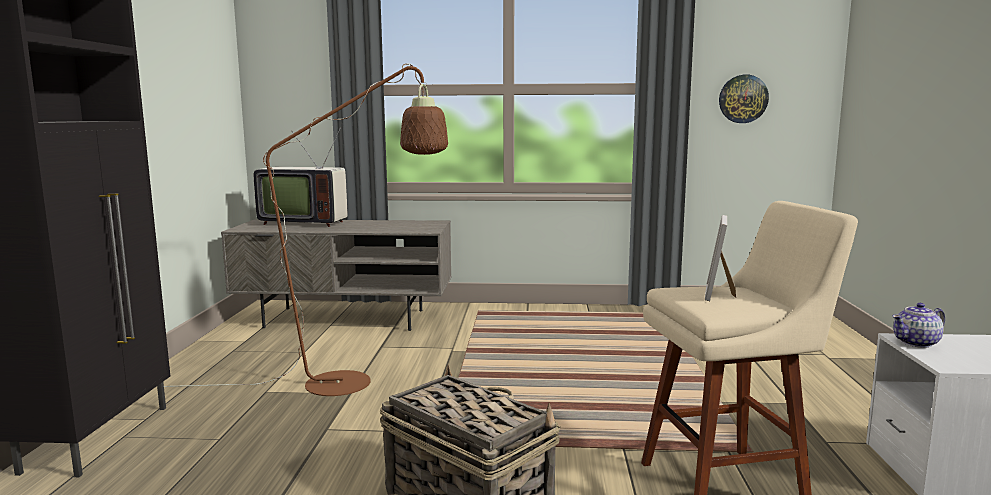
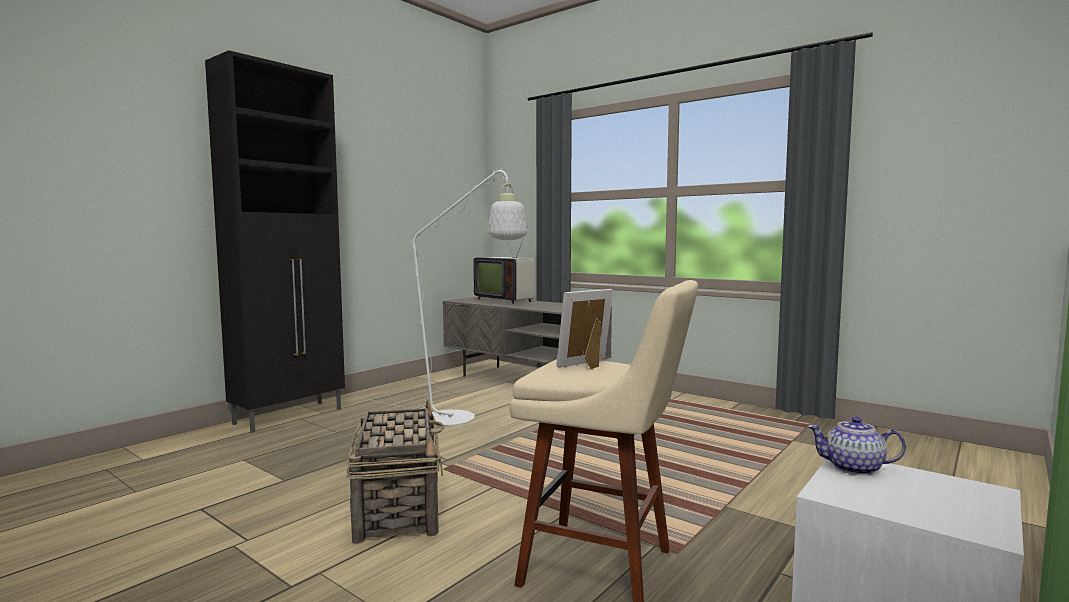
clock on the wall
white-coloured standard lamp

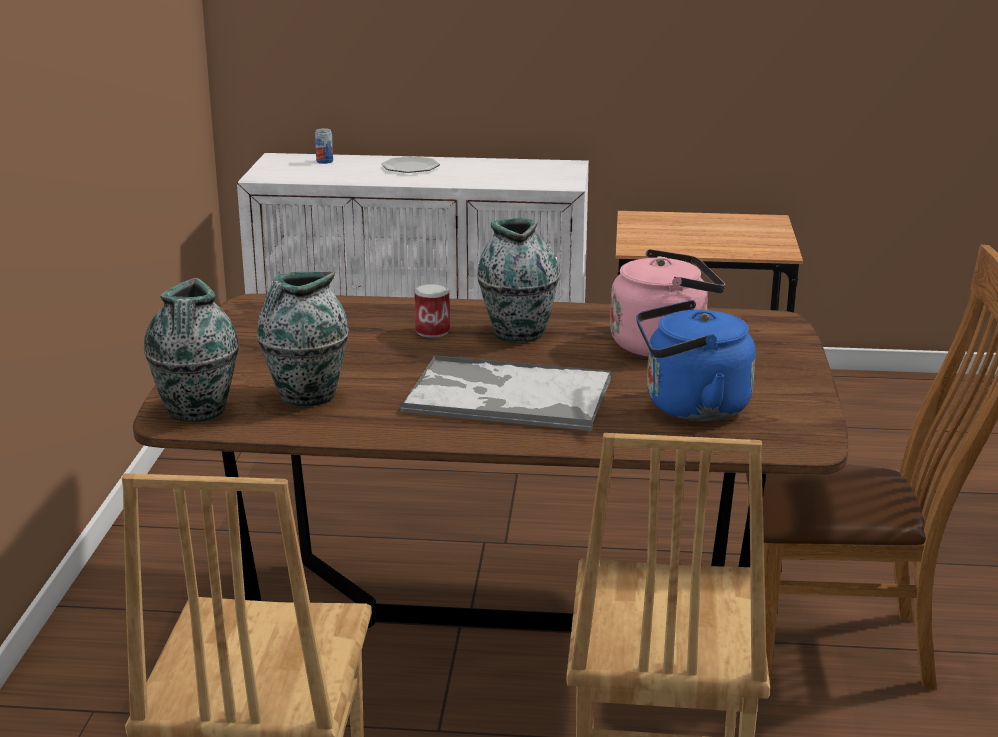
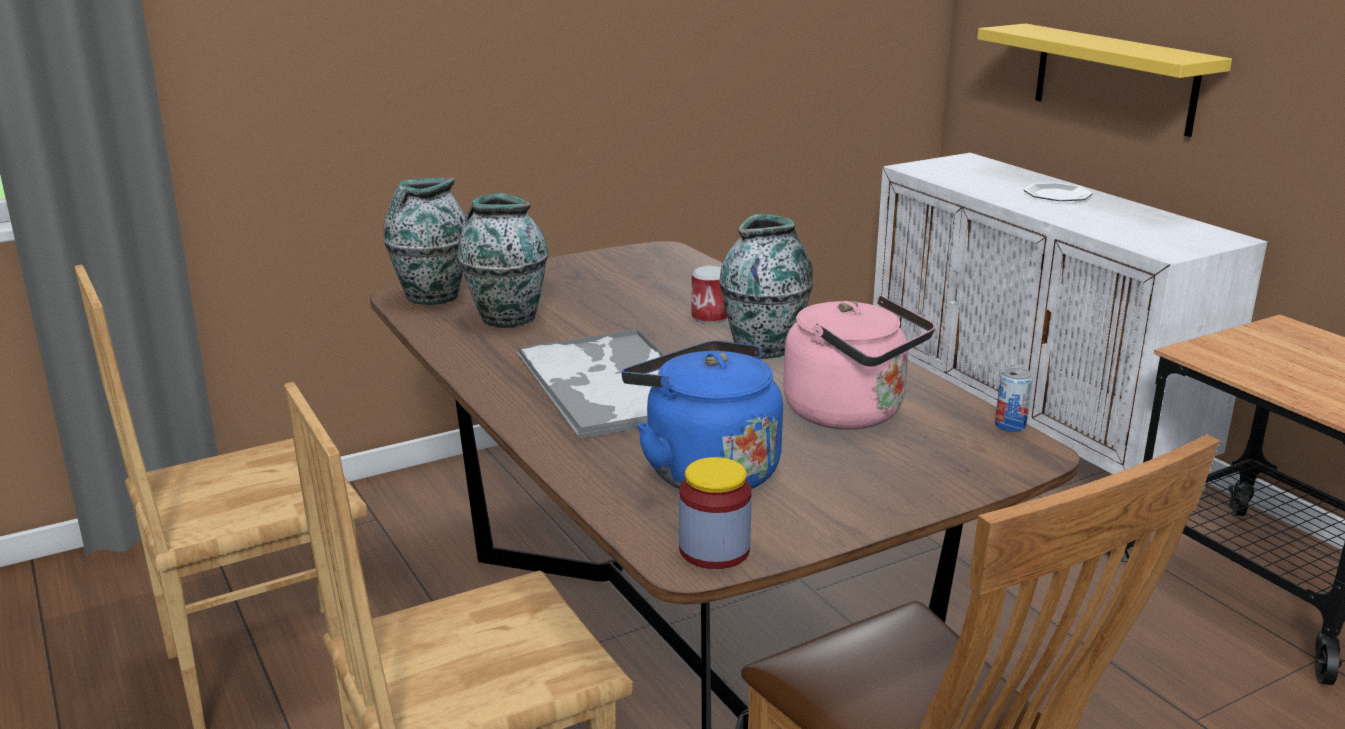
jar
yellow wall shelf
can (no. 2 from left)

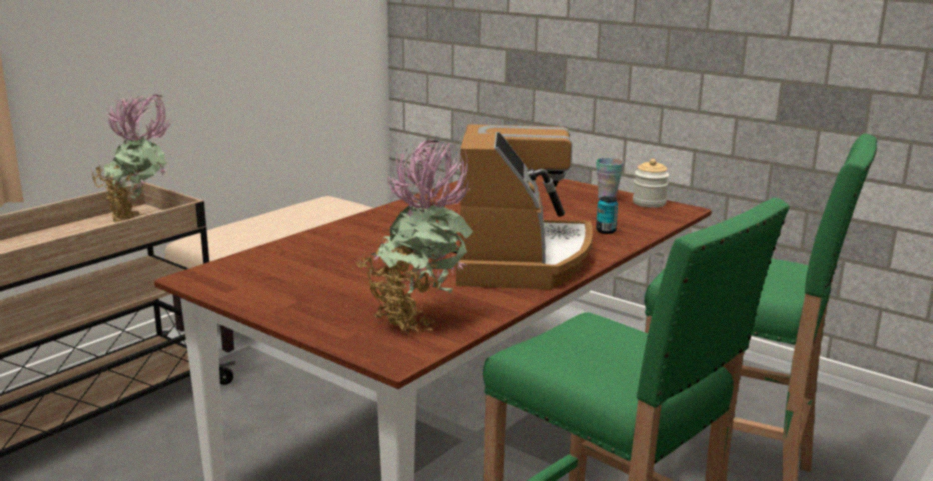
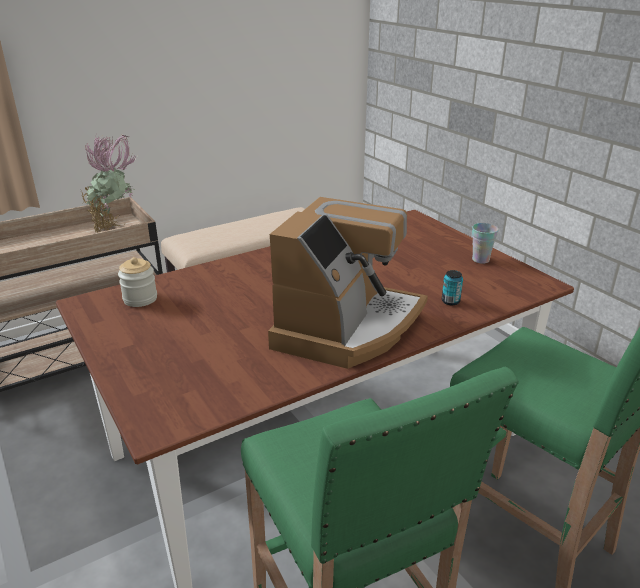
plant in a pot (no. 2 from left in the first image)
jar

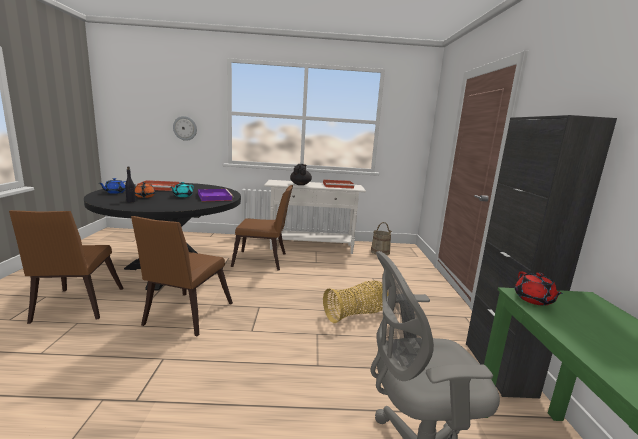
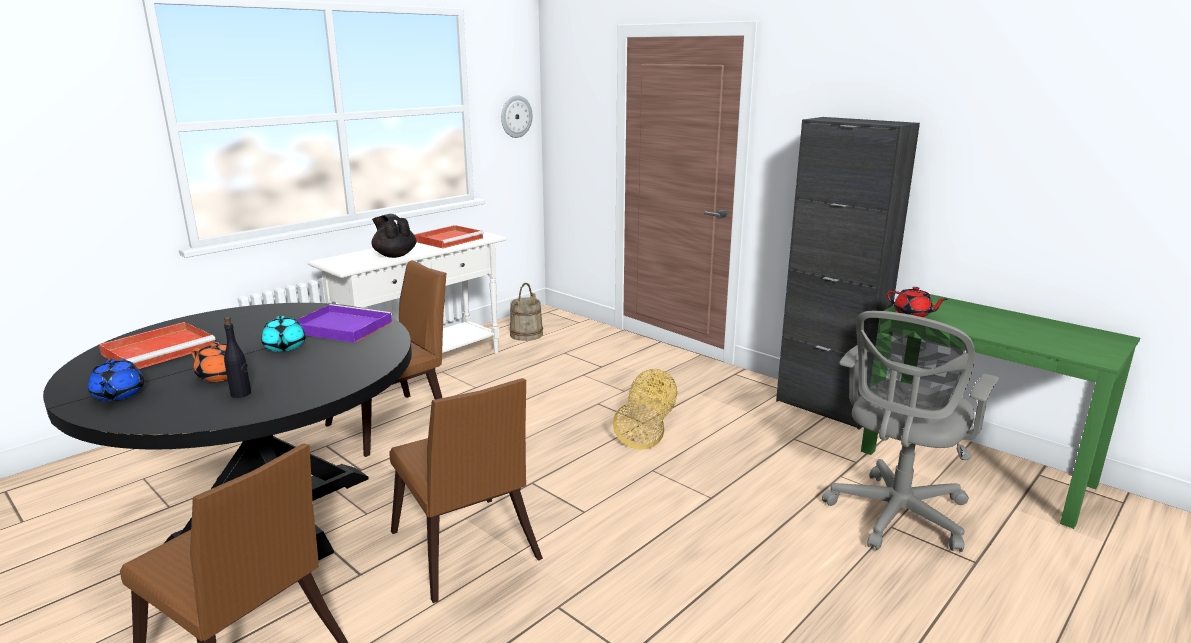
clock on the wall

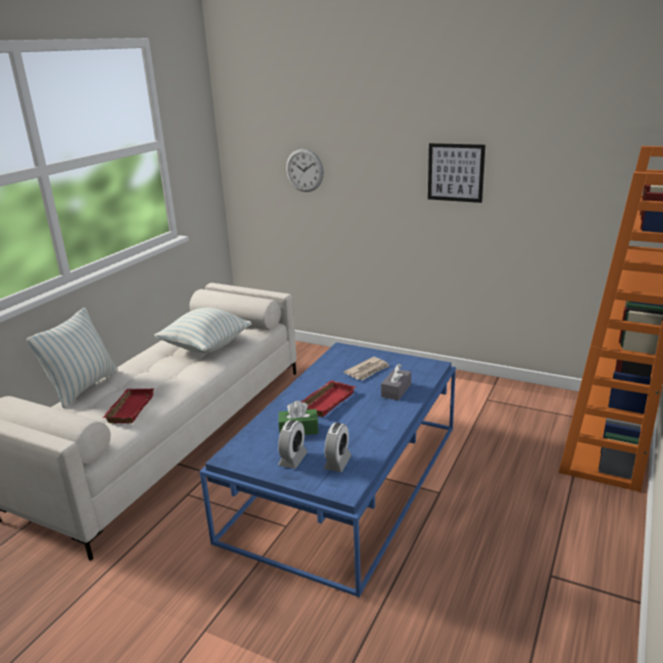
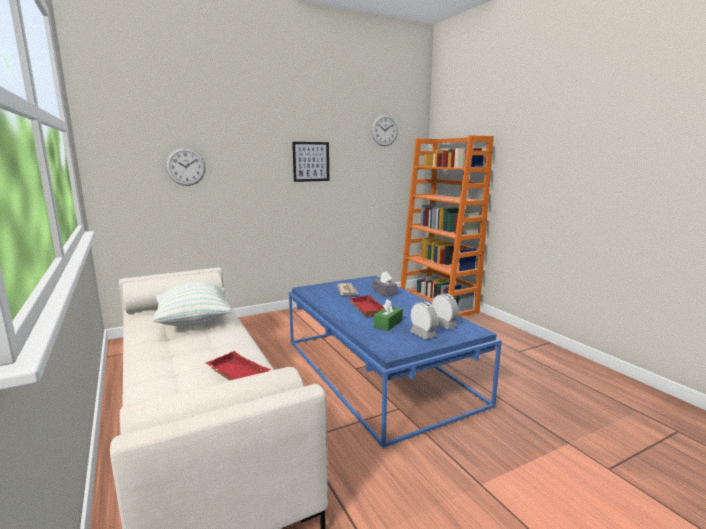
cushion (no. 1 from left in the first image)
clock on the wall (no. 2 from left)

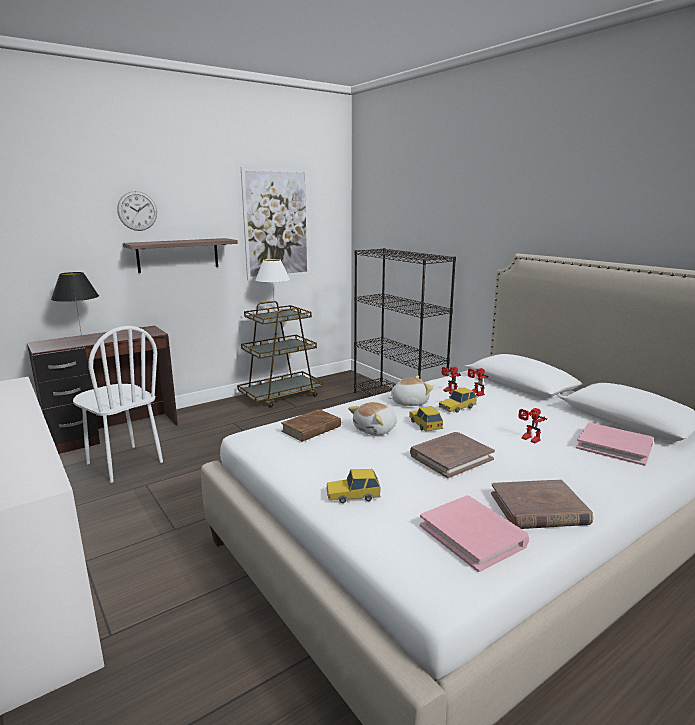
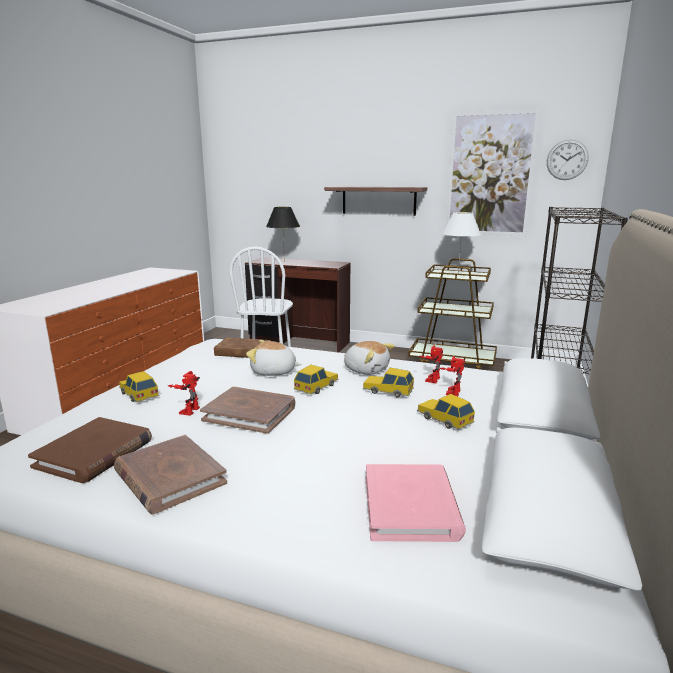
model car (no. 4 from left)
clock on the wall
toy robot (no. 1 from left)
brown book (no. 1 from left)

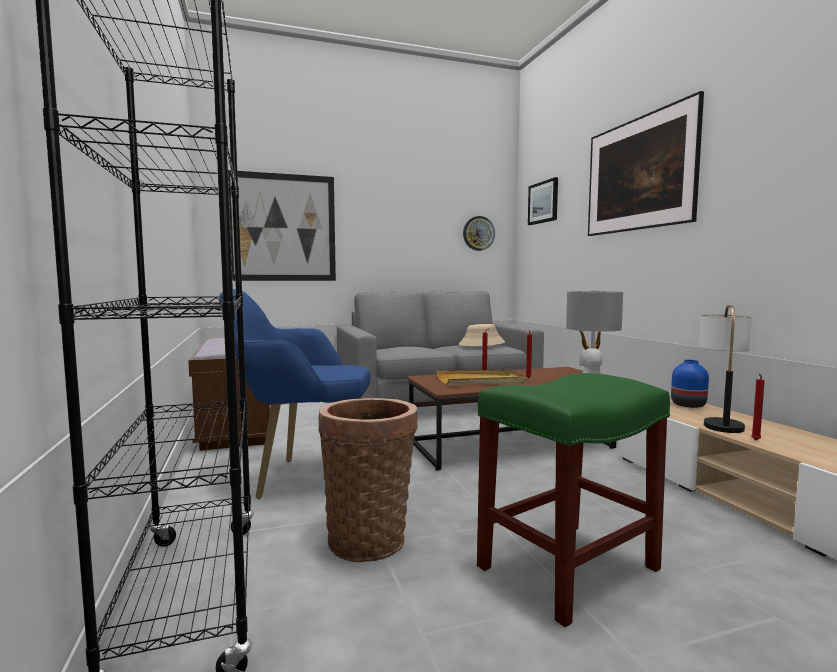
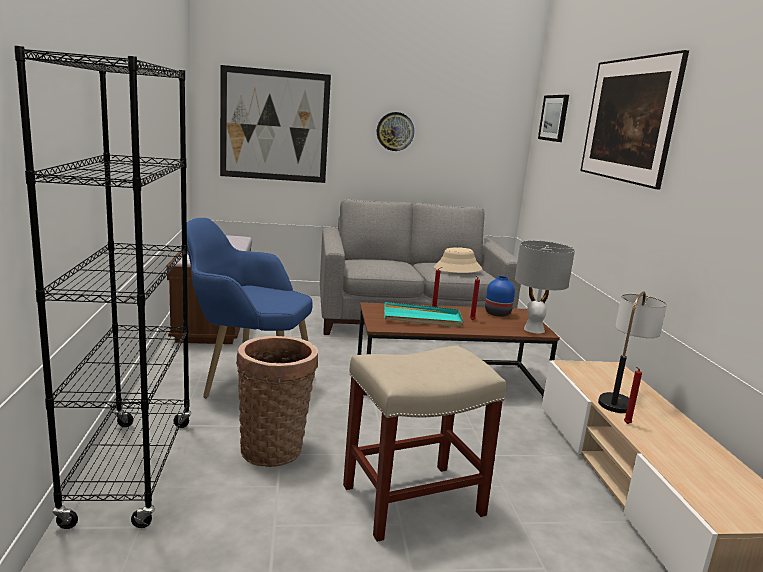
clock on the wall
blue-coloured flower vase
turquoise tray
beige-coloured stool seat

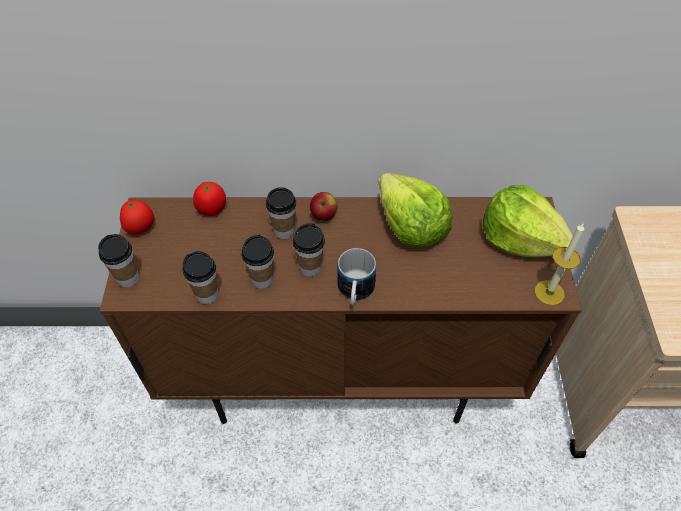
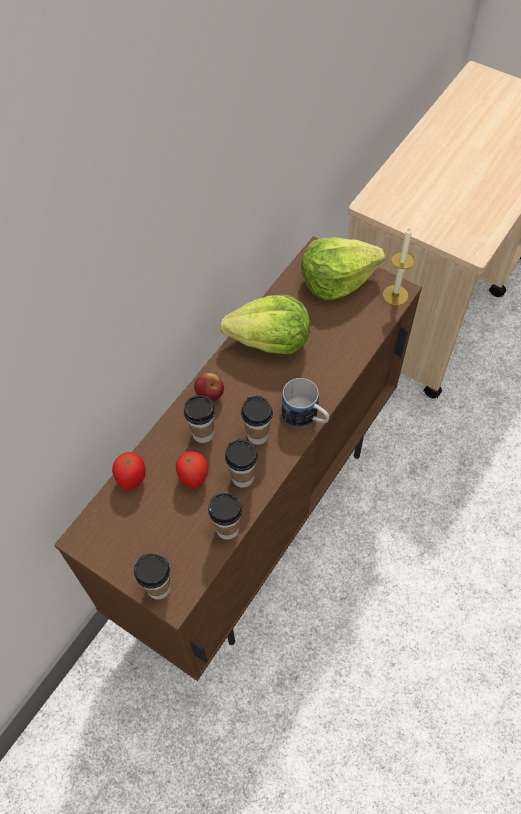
fresh tomato (no. 2 from left)

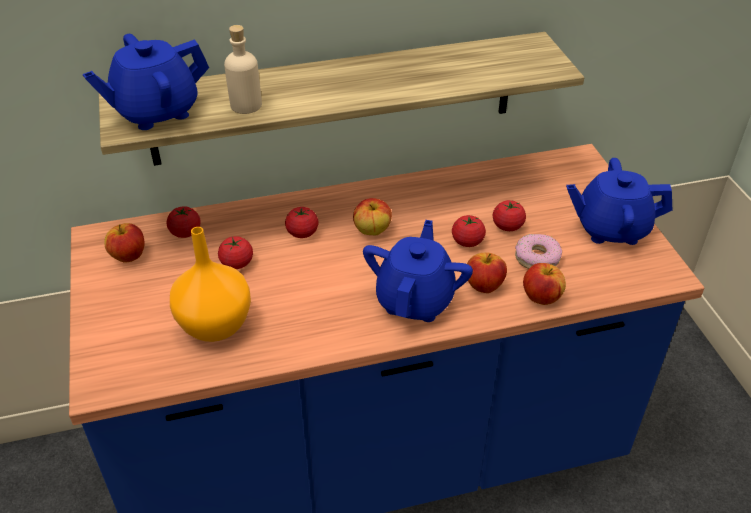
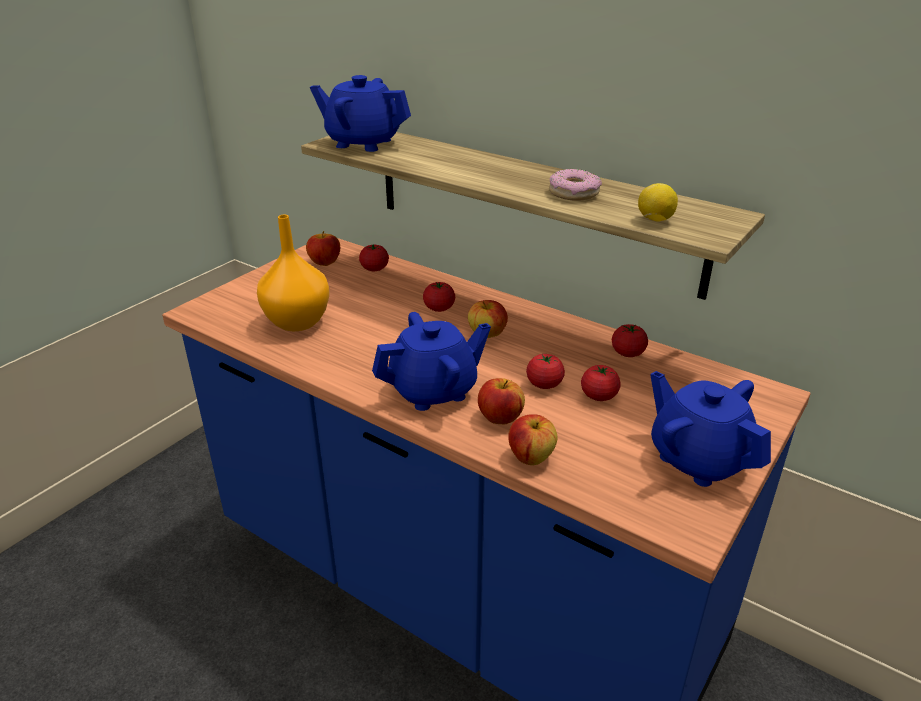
beige-coloured bottle
lemon
fresh tomato (no. 5 from left)
doughnut

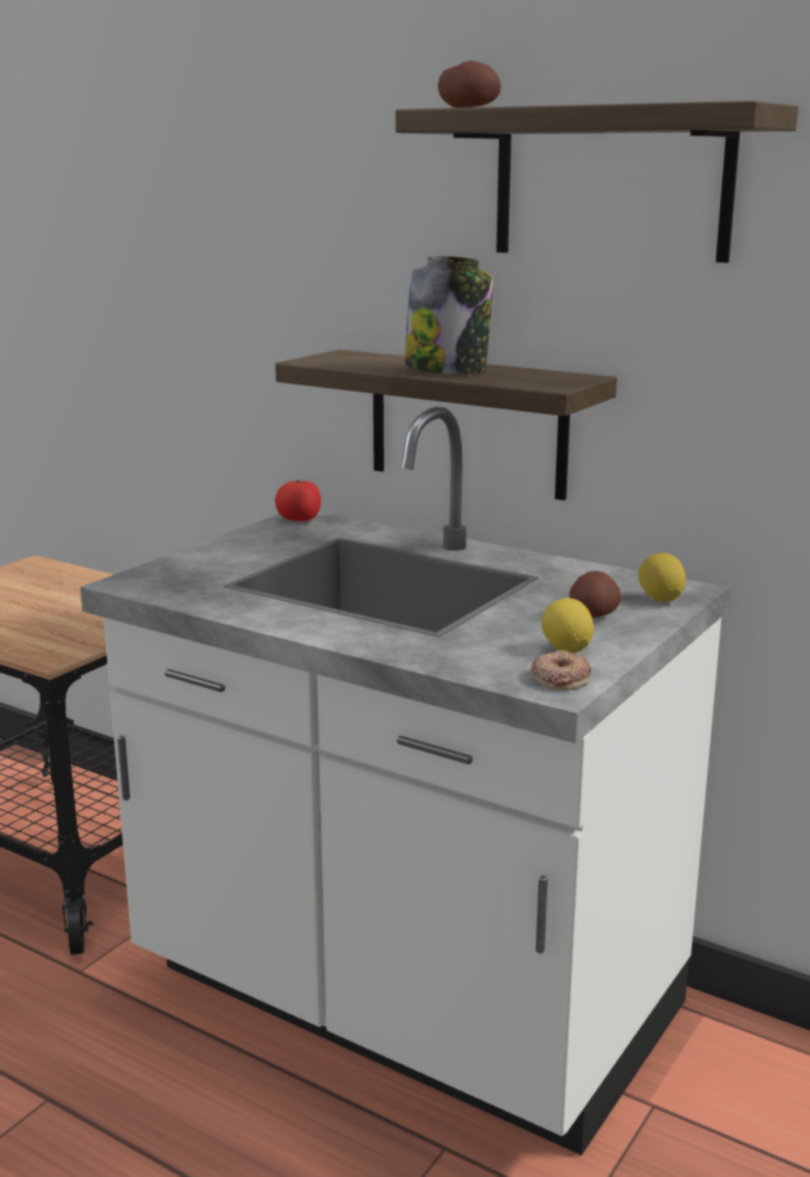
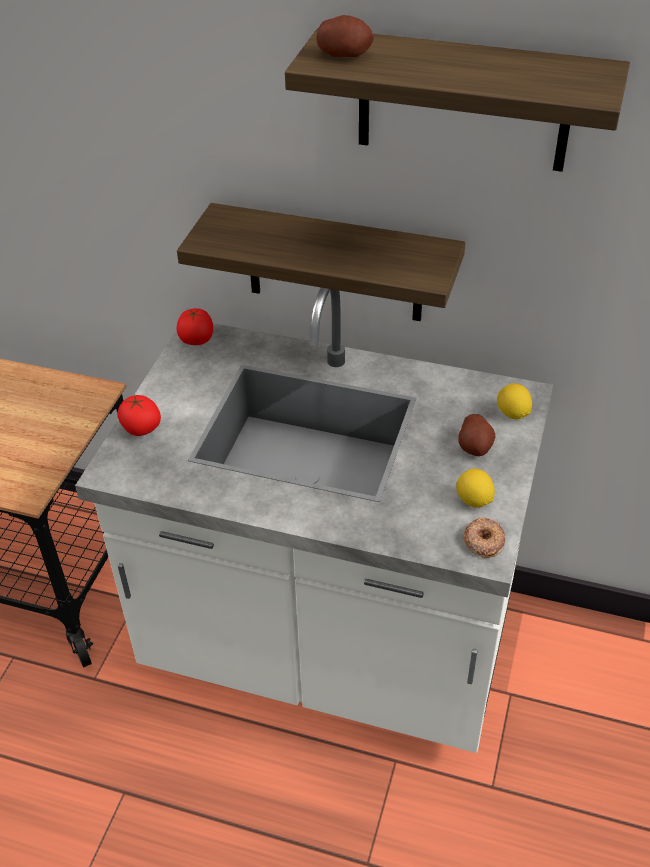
jar
fresh tomato (no. 1 from left)

